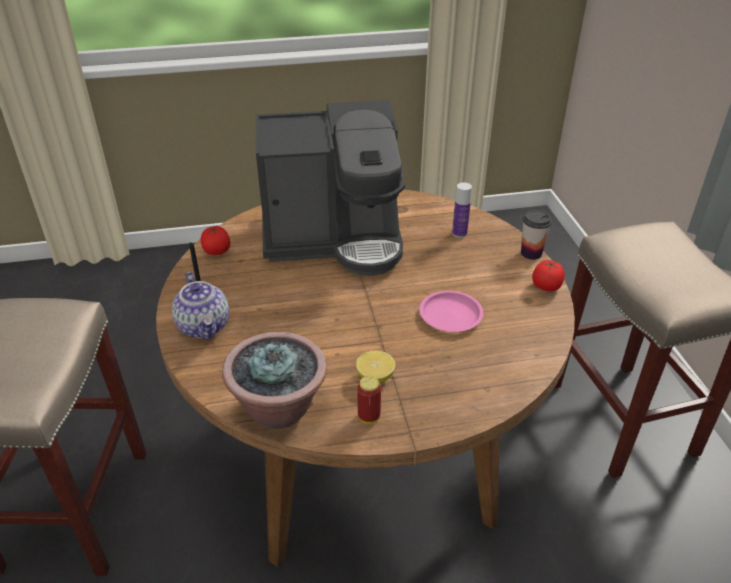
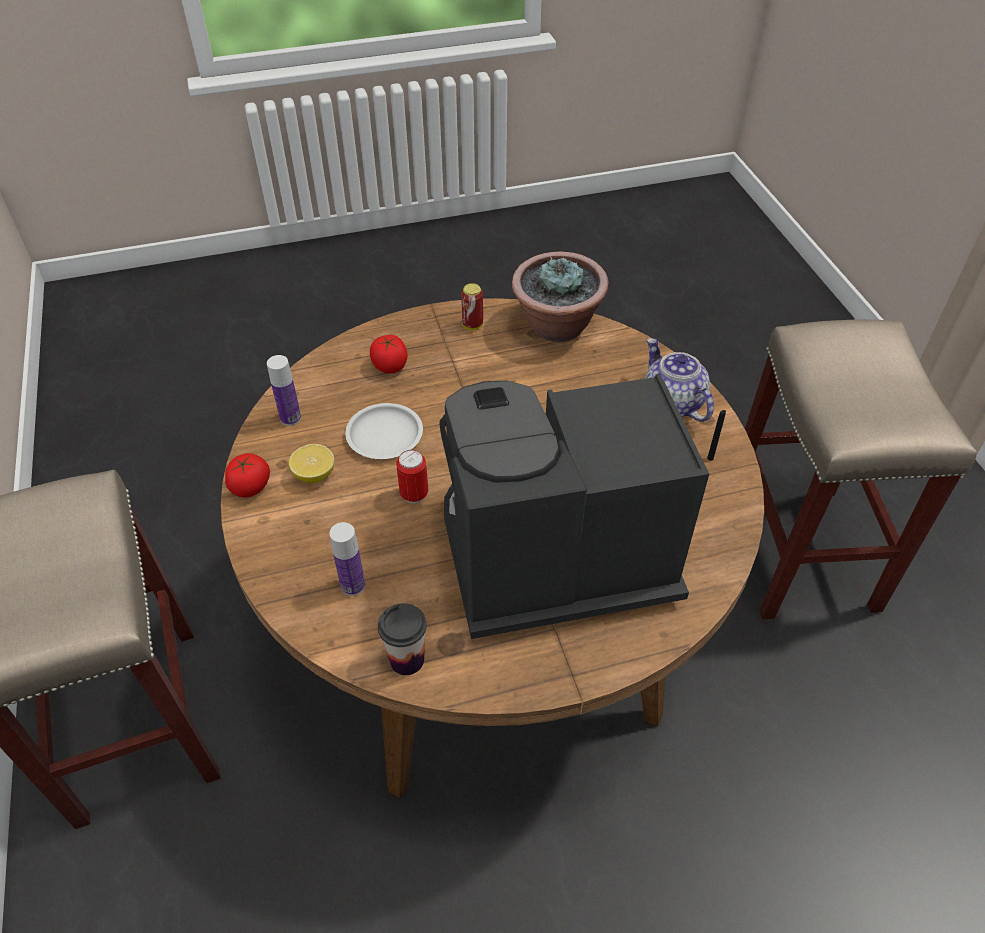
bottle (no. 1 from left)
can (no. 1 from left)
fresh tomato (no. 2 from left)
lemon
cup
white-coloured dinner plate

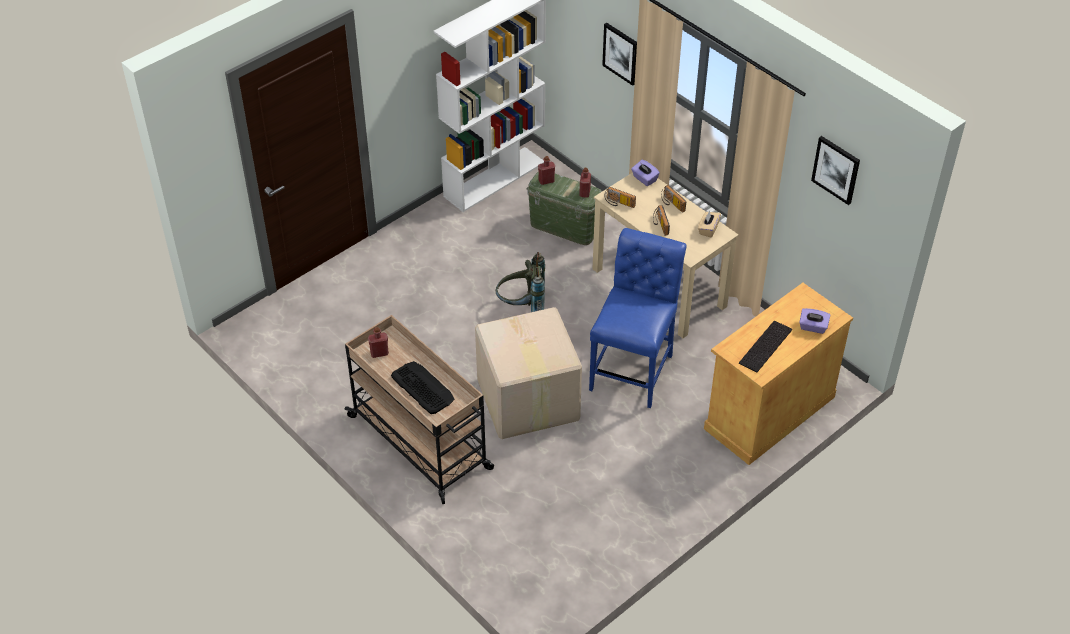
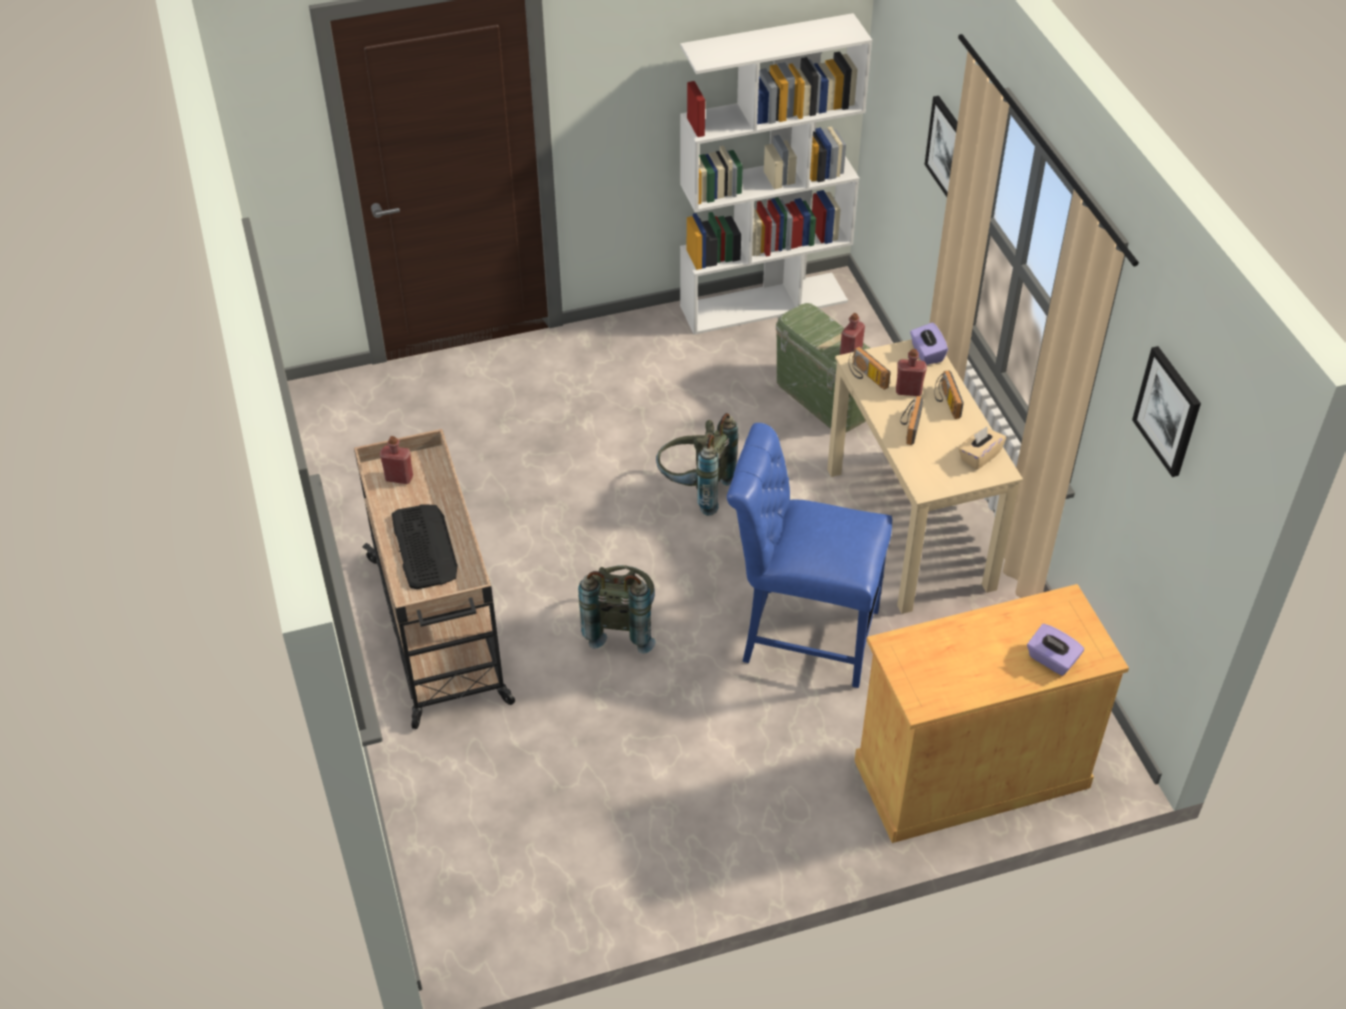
PC keyboard (no. 2 from left in the first image)
red bottle (no. 3 from left)
grey backpack (no. 1 from left)
blue-coloured plain chair

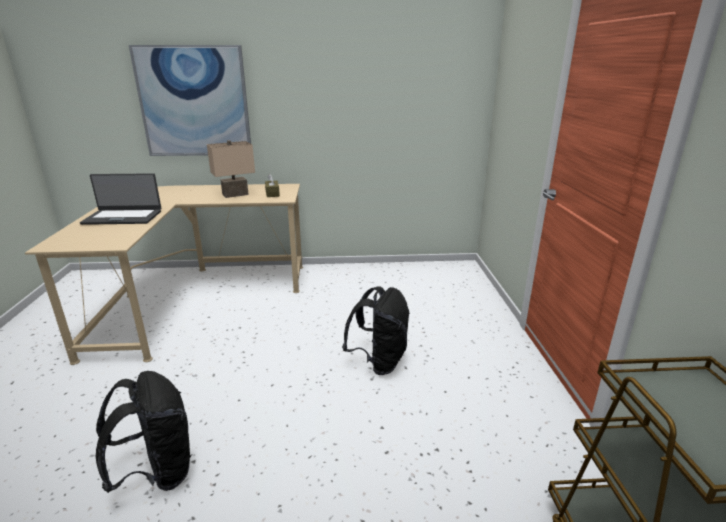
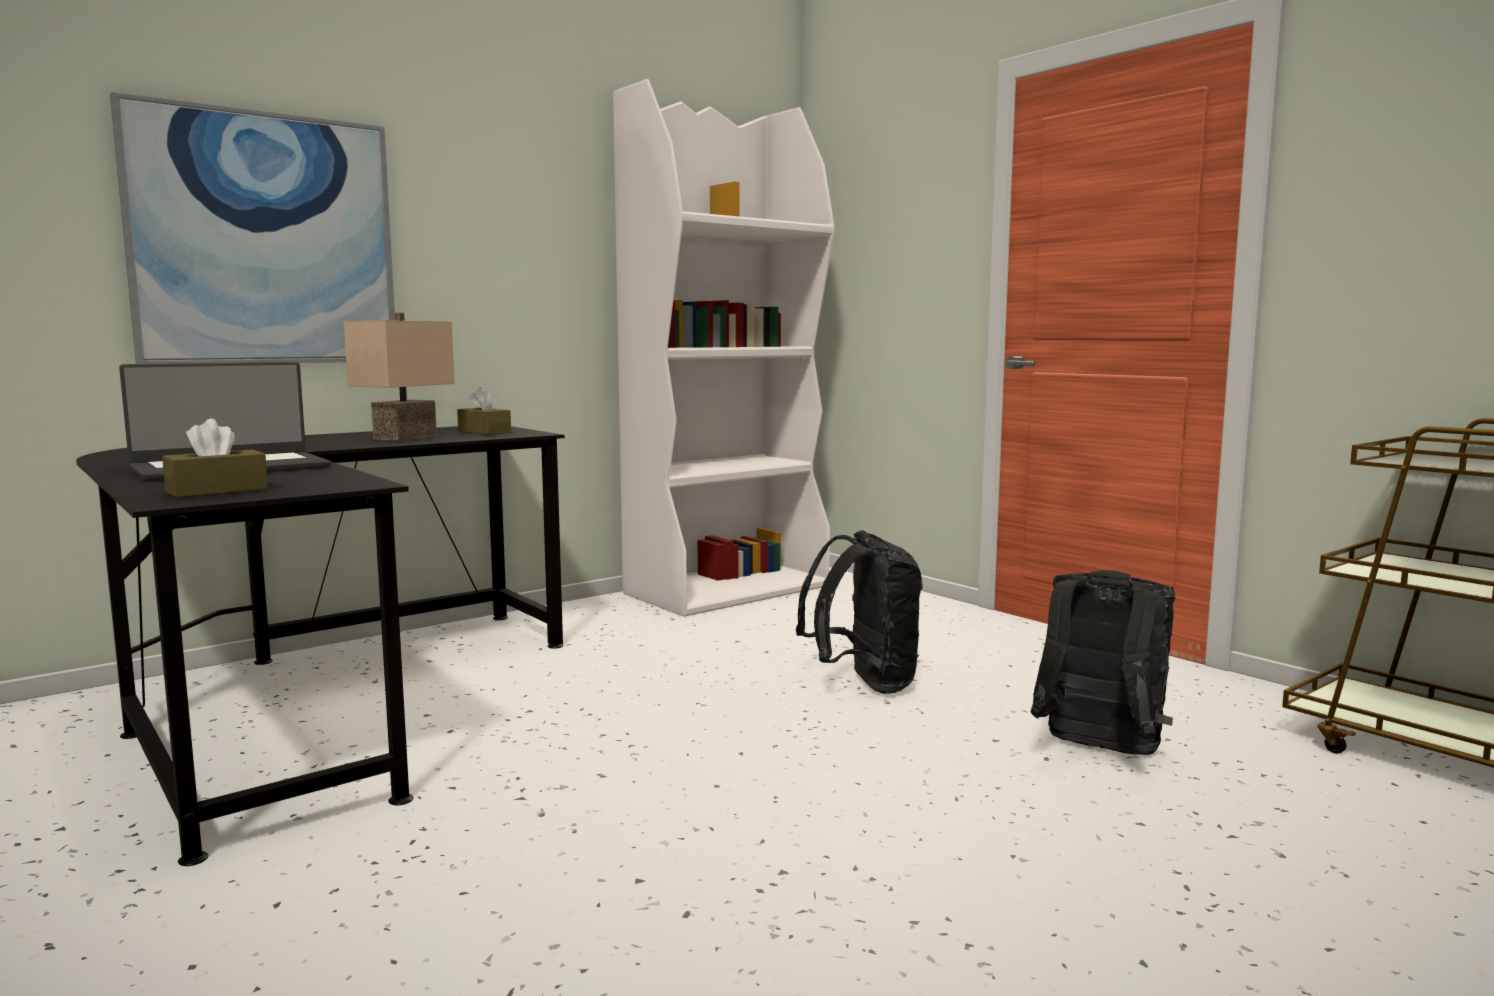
brown box of tissues (no. 1 from left)
white-coloured bookshelf
blackish backpack (no. 2 from left)
blackish desk table

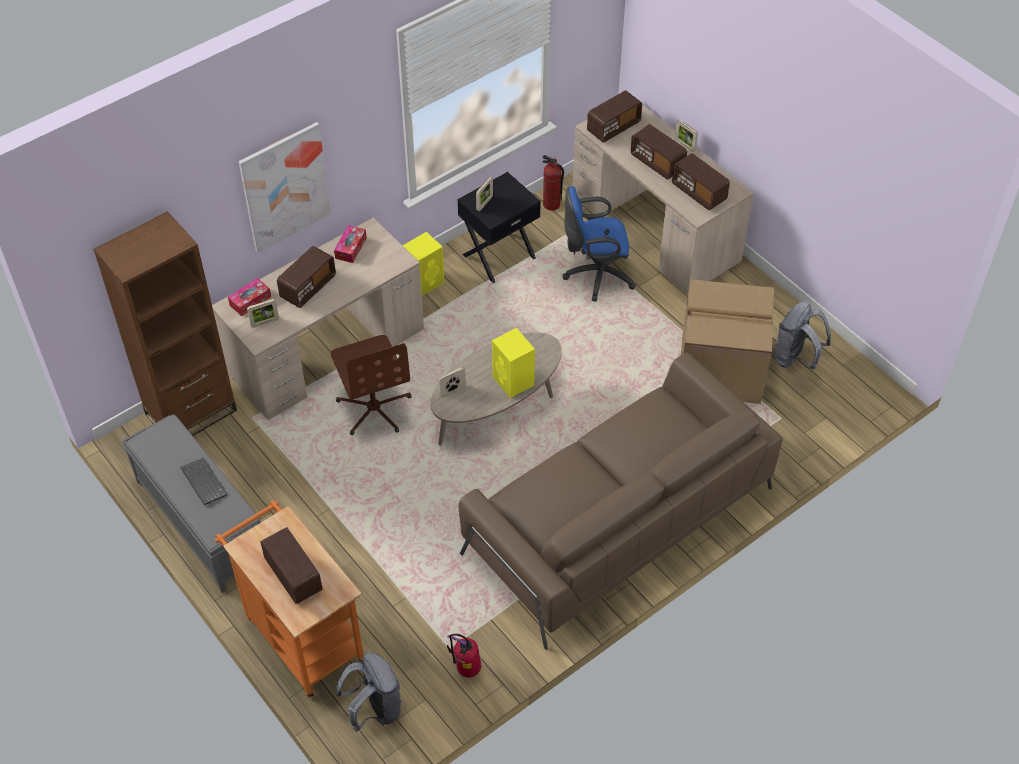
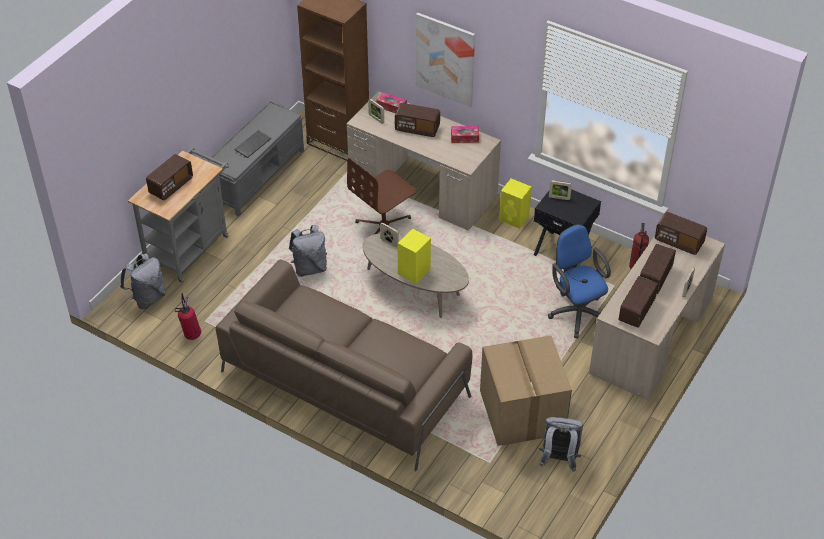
grey backpack (no. 2 from left)
grey trolley

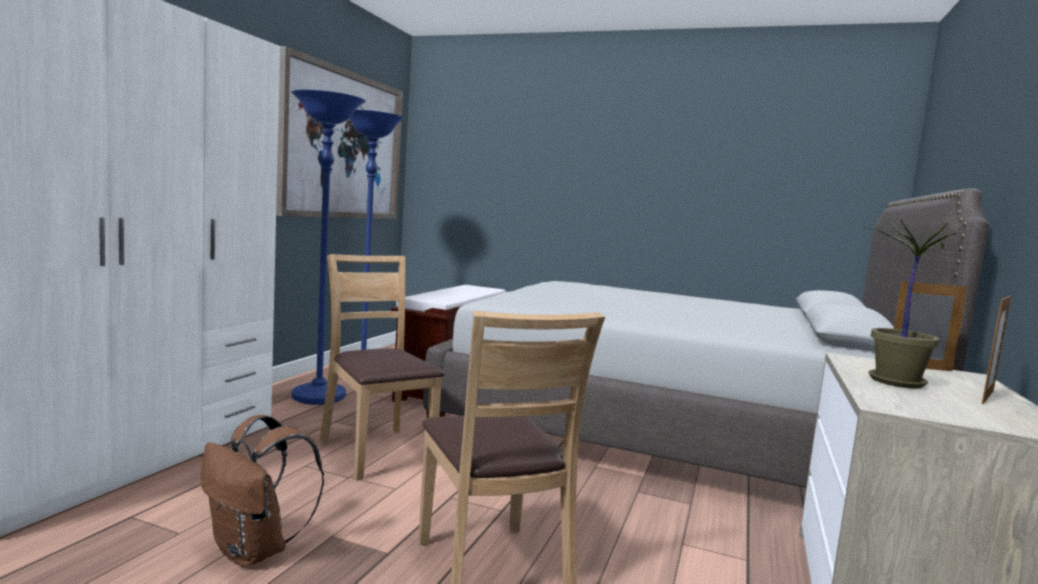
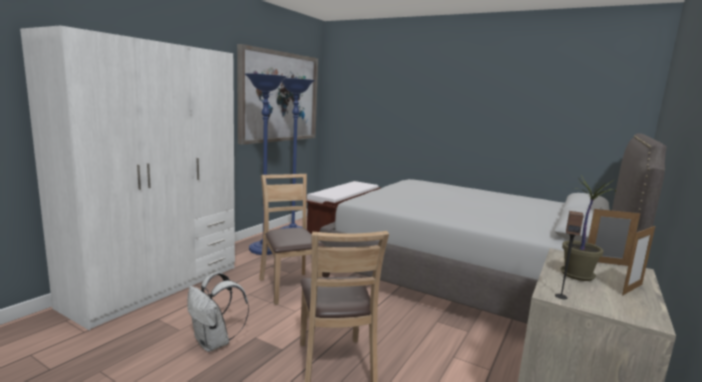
loudspeaker
white-coloured backpack

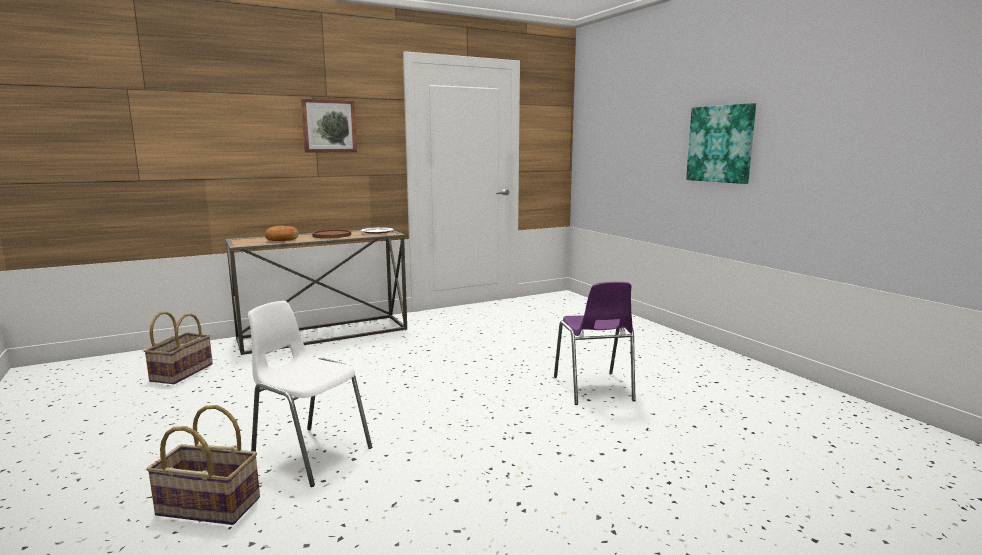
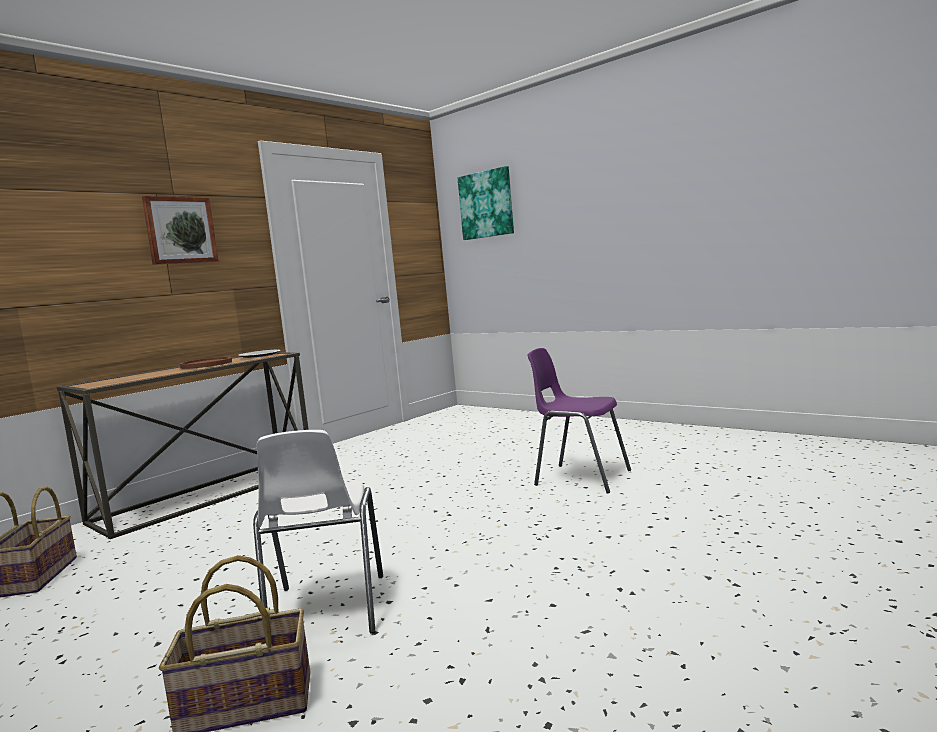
bread
wall picture (no. 2 from left)
white-coloured plain chair
purplish plain chair

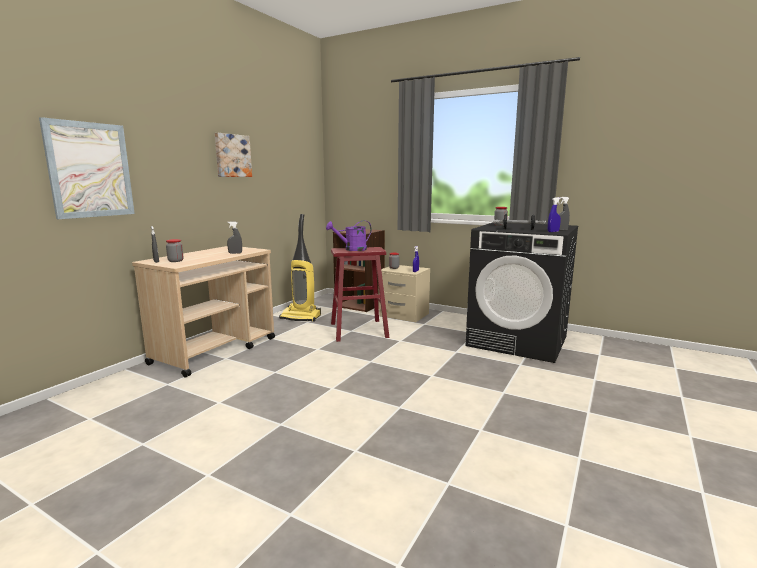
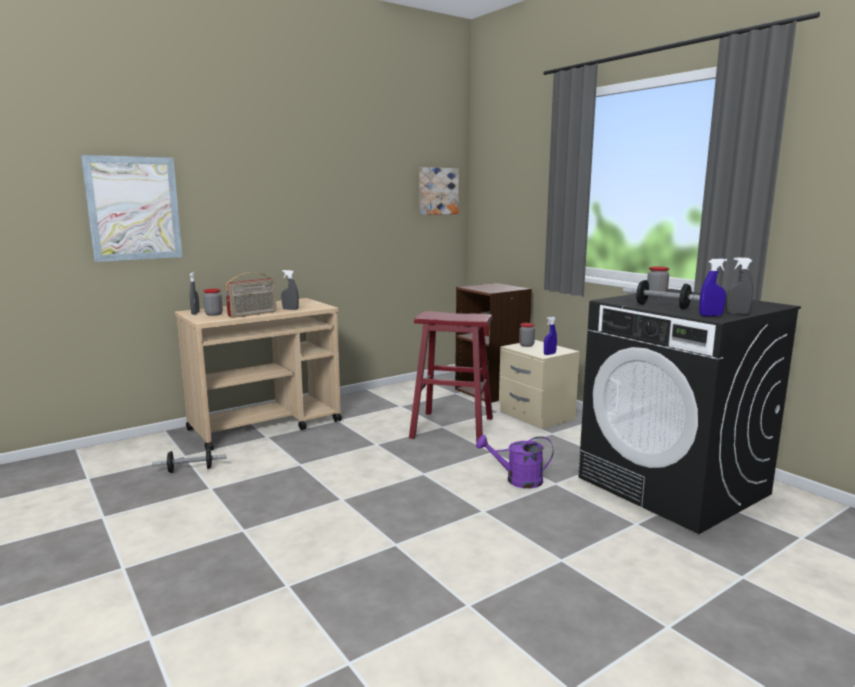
vacuum
dumbbell (no. 1 from left)
radio receiver
wall picture (no. 2 from left)
purplish watering can

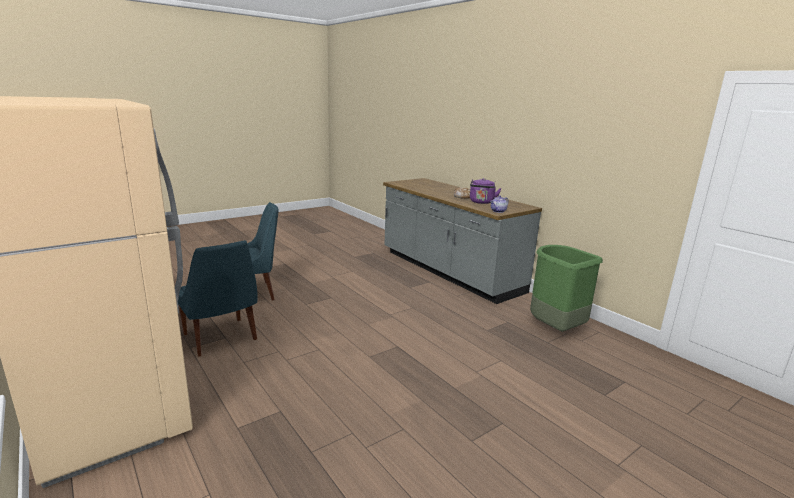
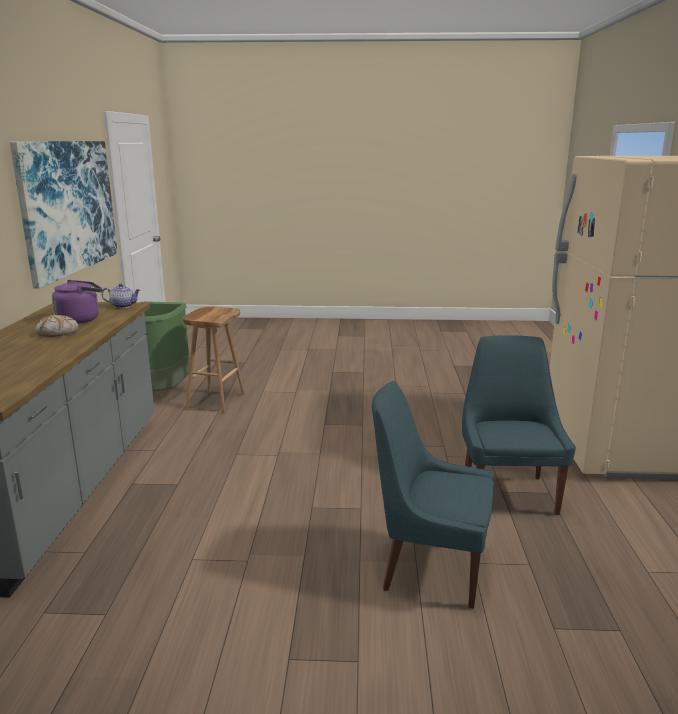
wall picture
brown stool seat

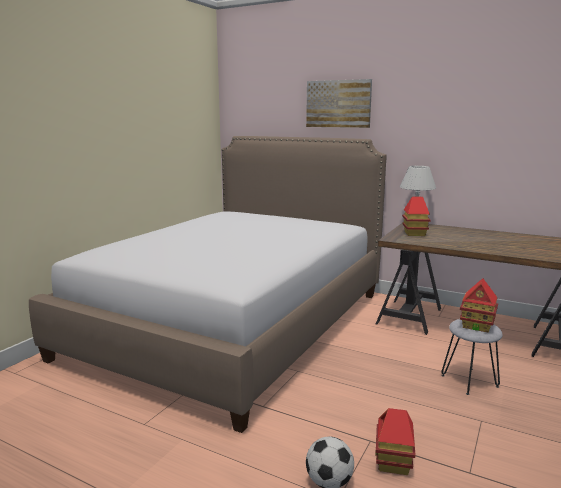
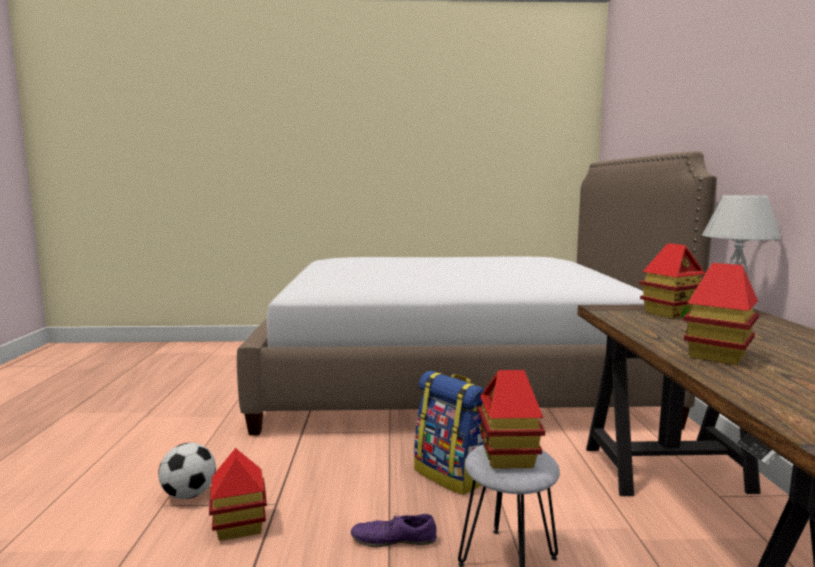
wall picture
purplish shoe
backpack
miniature house (no. 4 from left)

